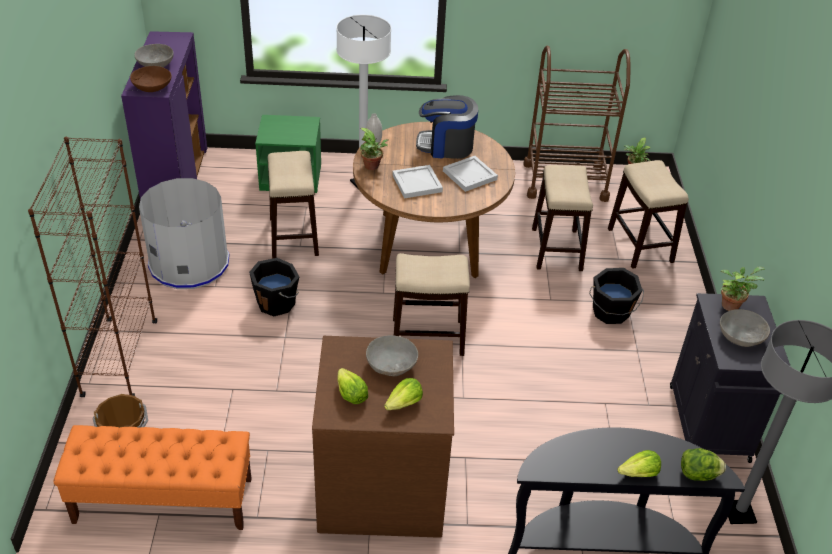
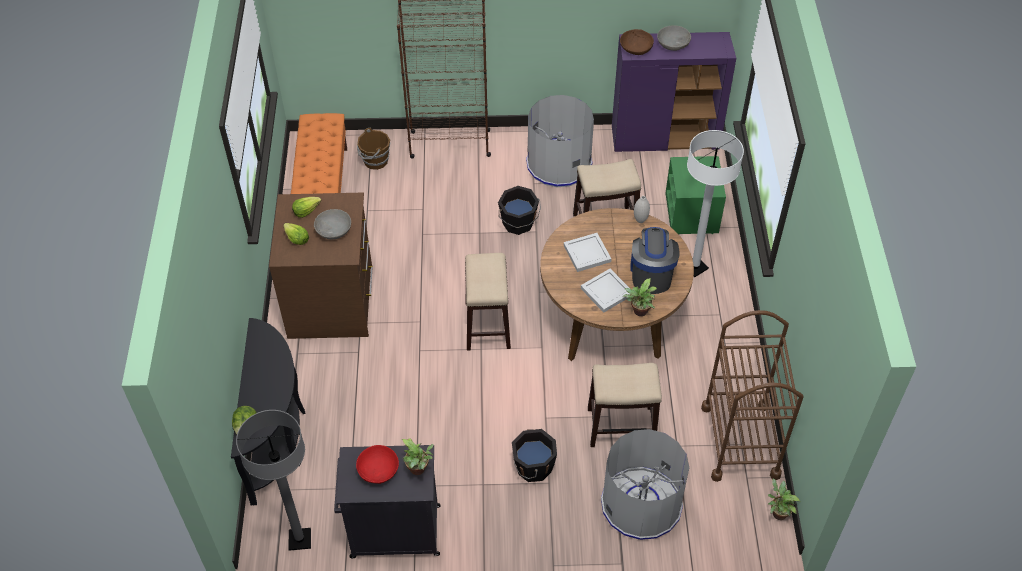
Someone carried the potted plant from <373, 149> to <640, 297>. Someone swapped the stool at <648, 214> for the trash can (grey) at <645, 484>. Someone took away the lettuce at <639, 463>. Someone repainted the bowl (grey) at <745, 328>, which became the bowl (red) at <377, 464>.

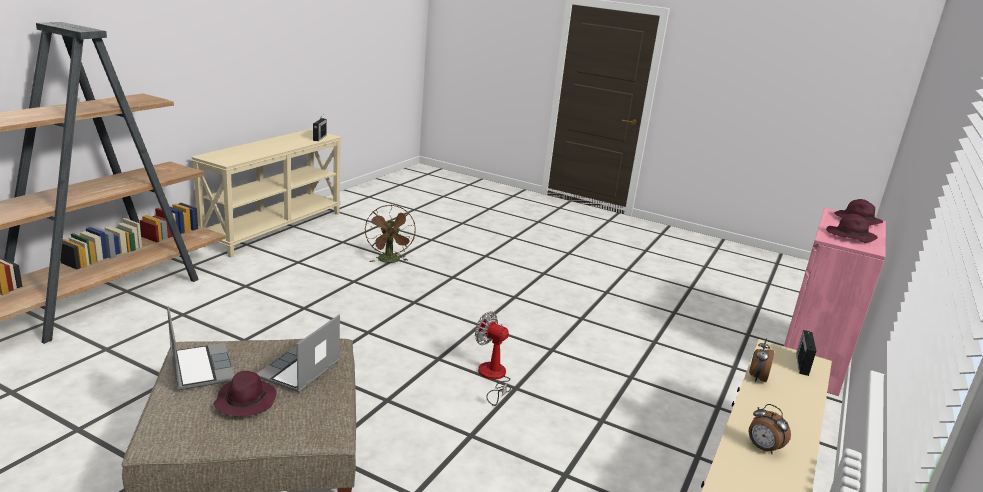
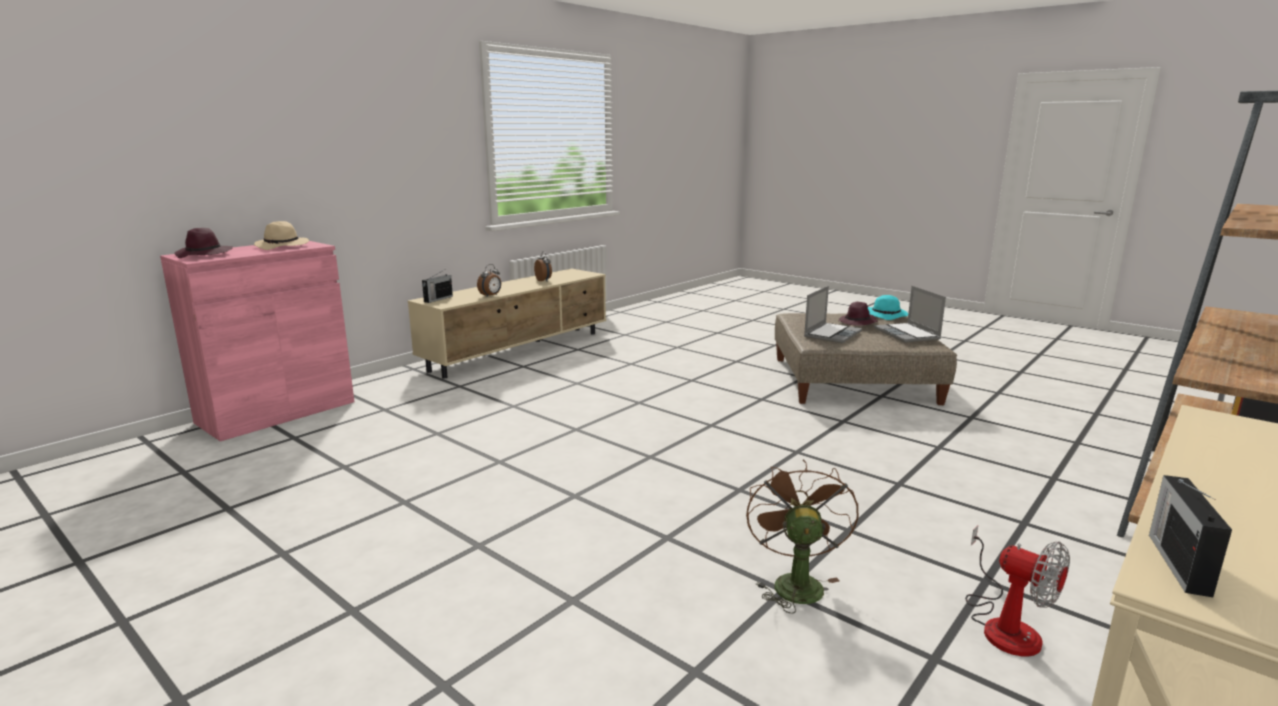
Someone carried the fan from <493, 358> to <1017, 591>. Someone repainted the hat (purple) at <852, 228>, which became the hat (beige) at <281, 235>. Someone put down the hat (turquoise) at <888, 307>.

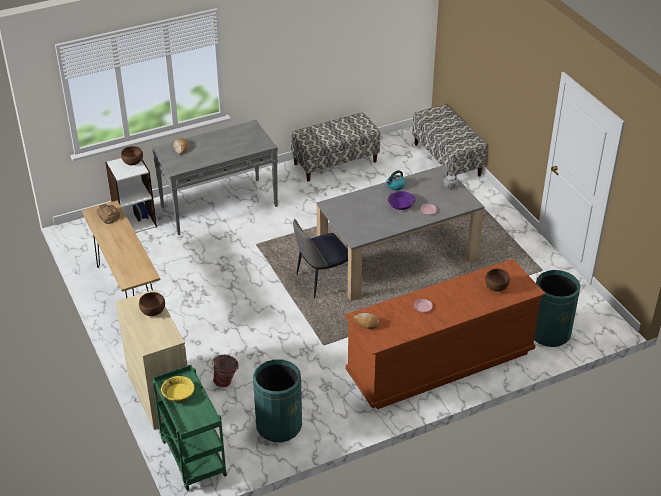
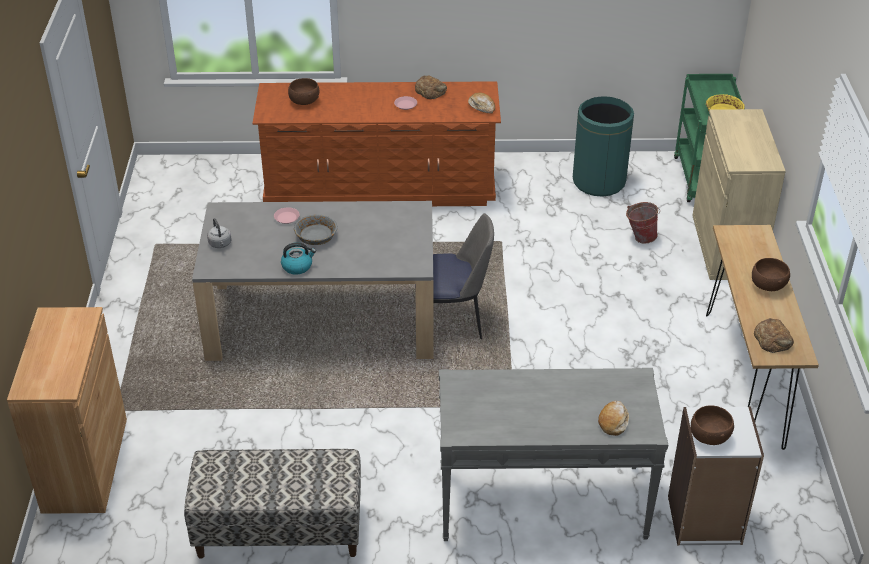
Someone carried the bowl (brown) from <152, 304> to <771, 274>. Someone repainted the bowl (purple) at <401, 200>, which became the bowl (grey) at <316, 229>. Someone swapped the bench at <449, 140> for the cabinet (brown) at <67, 410>. Someone took away the trash can (green) at <557, 308>. Someone put down the bread at <431, 87>.

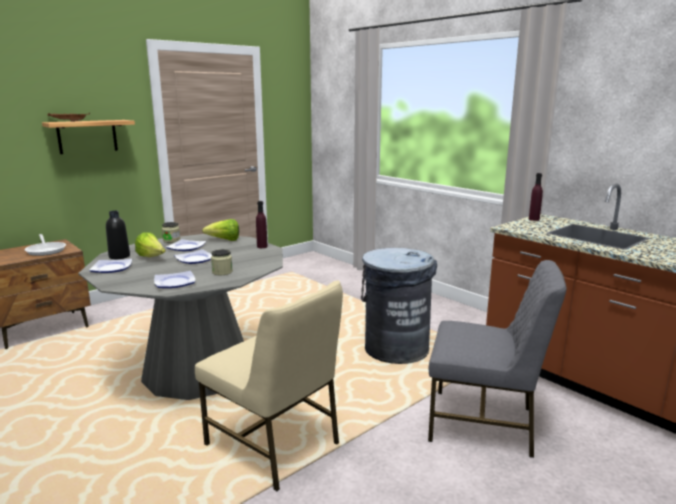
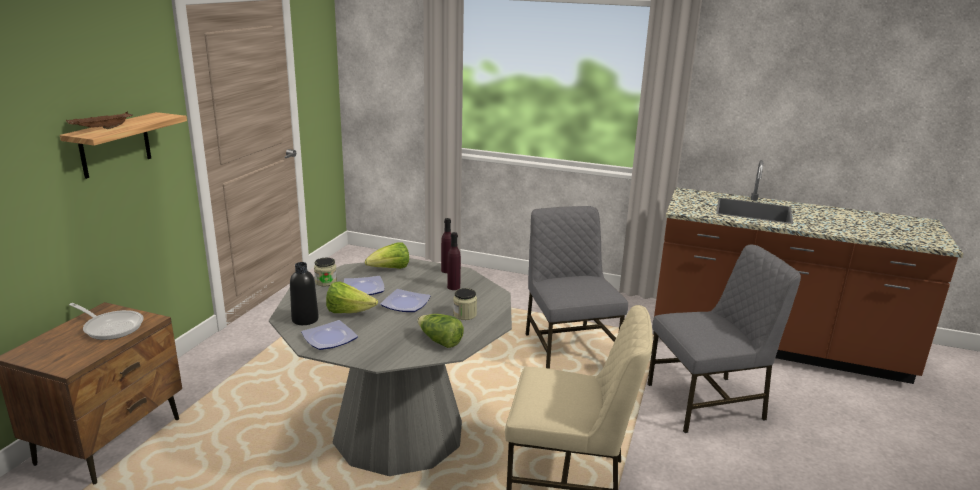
Someone swapped the plate at <174, 279> for the lettuce at <440, 331>. Someone swapped the trash can (grey) at <399, 306> for the chair (grey) at <577, 287>. Someone carried the bottle (purple) from <536, 197> to <454, 261>.

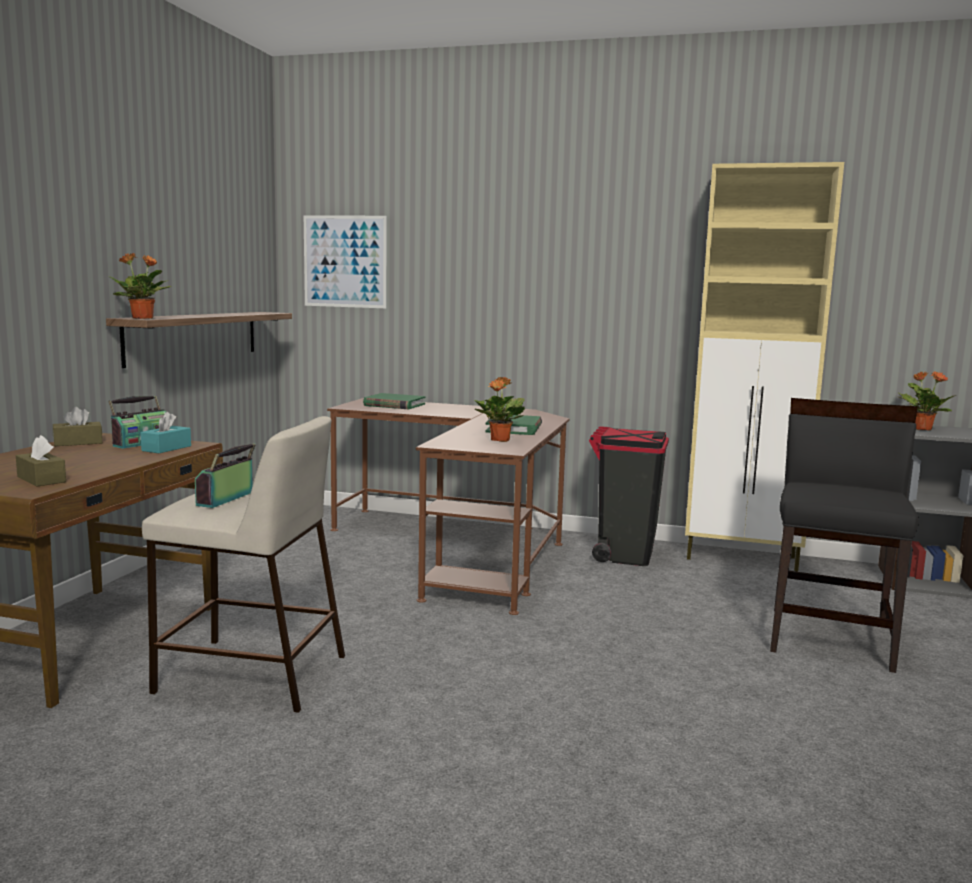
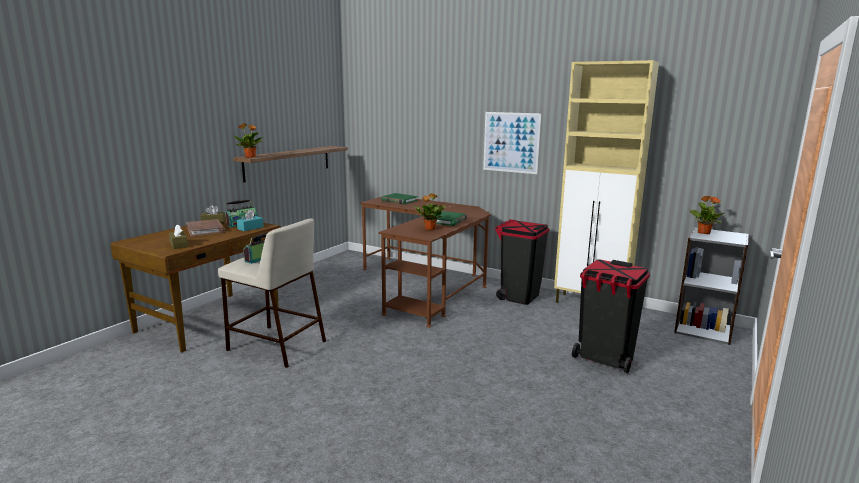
Someone carried the picture from <345, 261> to <512, 143>. Someone swapped the chair (black) at <844, 535> for the trash can (black) at <611, 316>. Someone put down the book (brown) at <205, 227>.

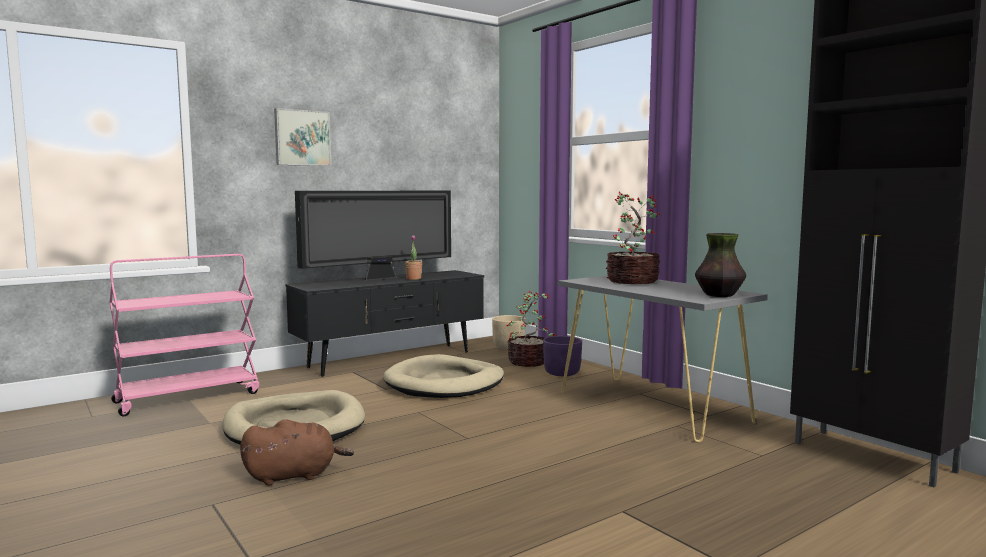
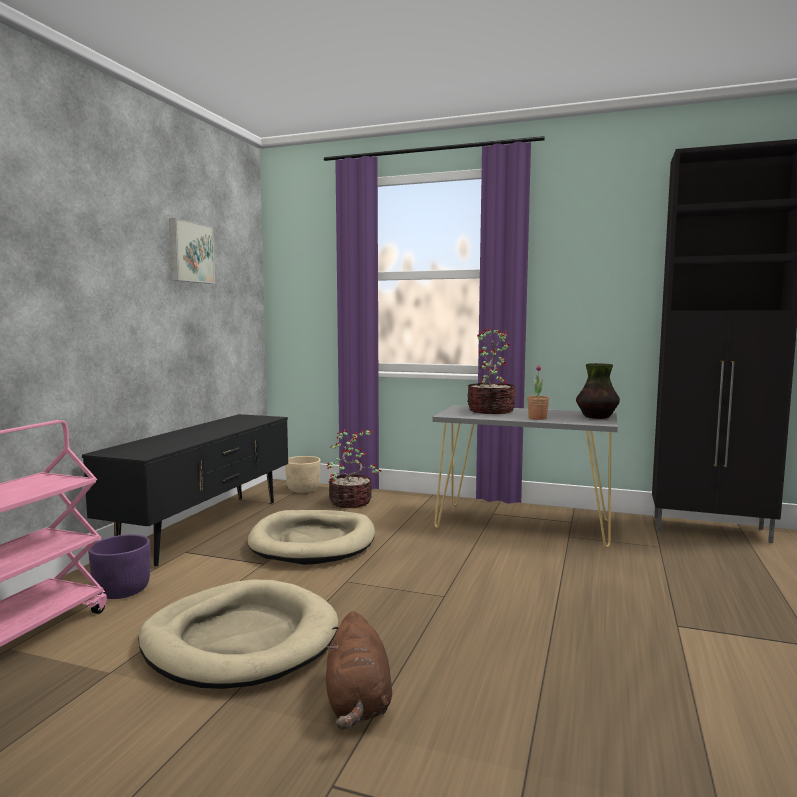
Someone rotated the plush toy (brown) at <297, 452> by 135 degrees clockwise. Someone carried the picture from <302, 137> to <192, 251>. Someone took away the television at <373, 236>. Someone carried the potted plant from <413, 257> to <538, 392>. Someone carried the planter (purple) from <562, 356> to <119, 566>.

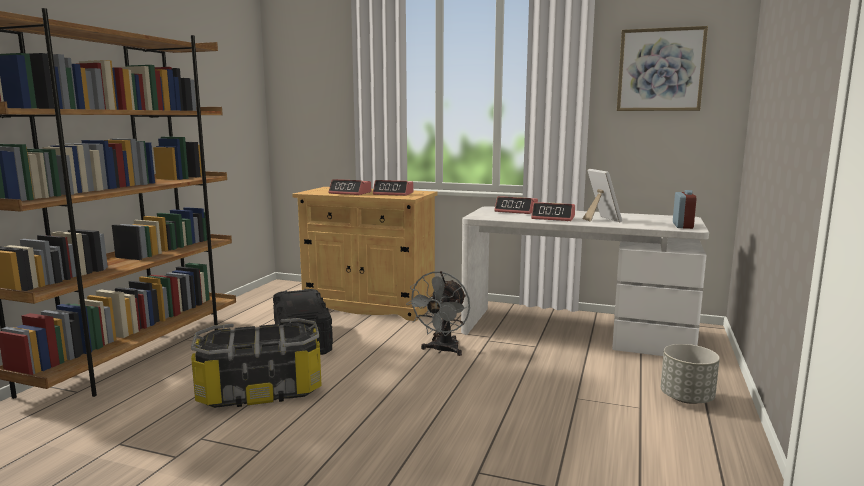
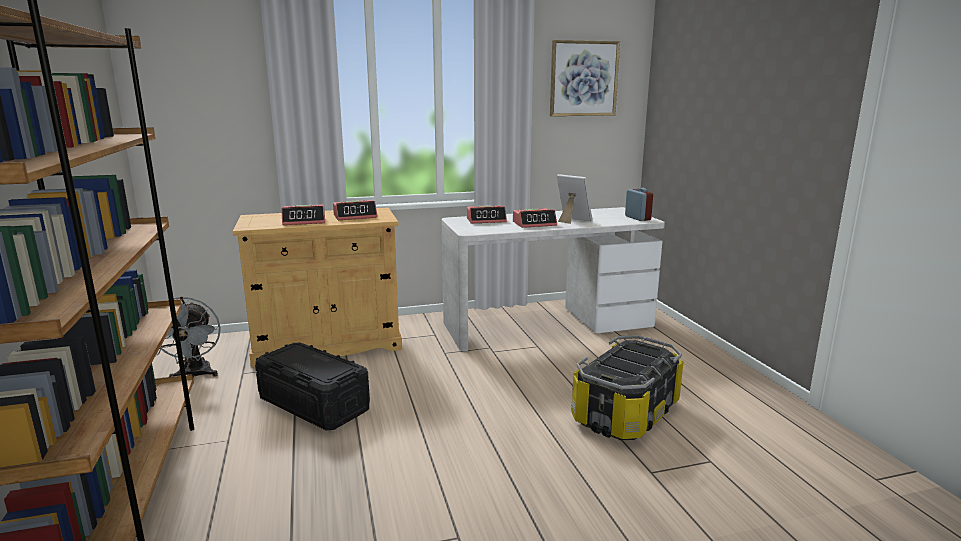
Someone carried the storage box from <256, 363> to <627, 387>. Someone carried the fan (grey) from <438, 313> to <189, 337>. Someone took away the planter (grey) at <690, 374>.

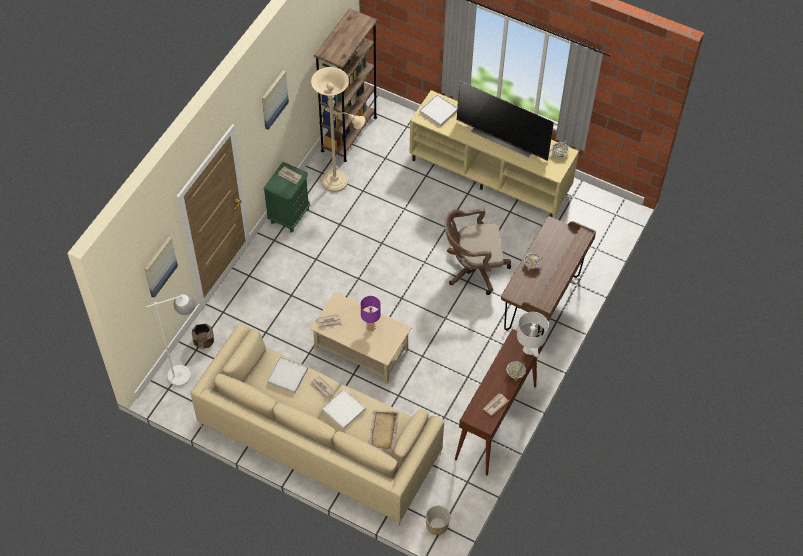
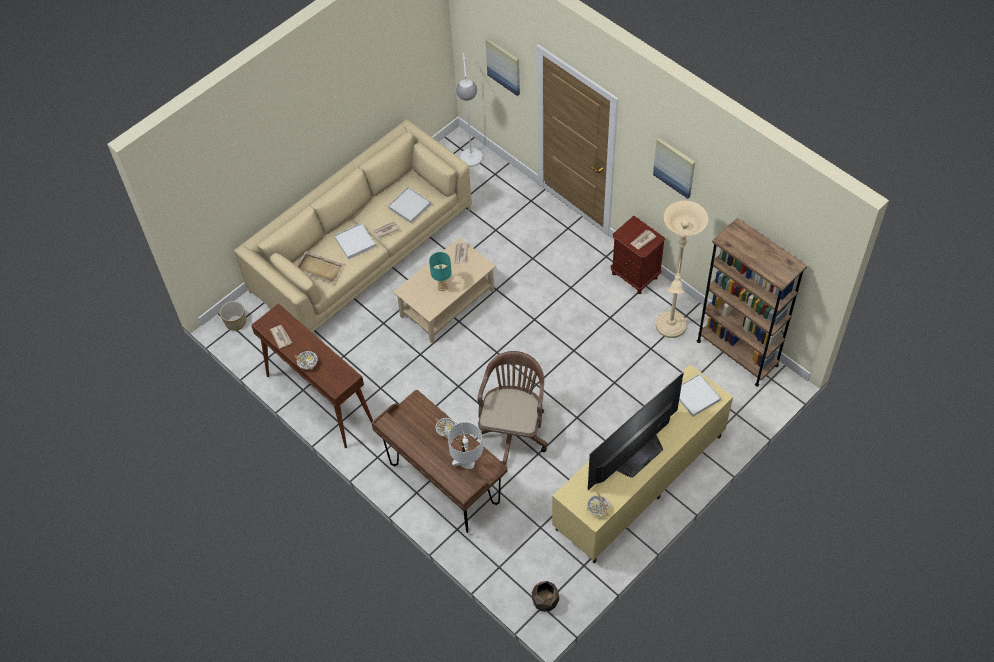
Someone carried the planter (brown) from <203, 336> to <545, 596>. Someone repainted the nightstand (green) at <286, 197>, which became the nightstand (brown) at <638, 255>. Someone repainted the table lamp (purple) at <371, 313>, which became the table lamp (turquoise) at <440, 271>. Someone carried the table lamp (white) from <533, 334> to <465, 445>.

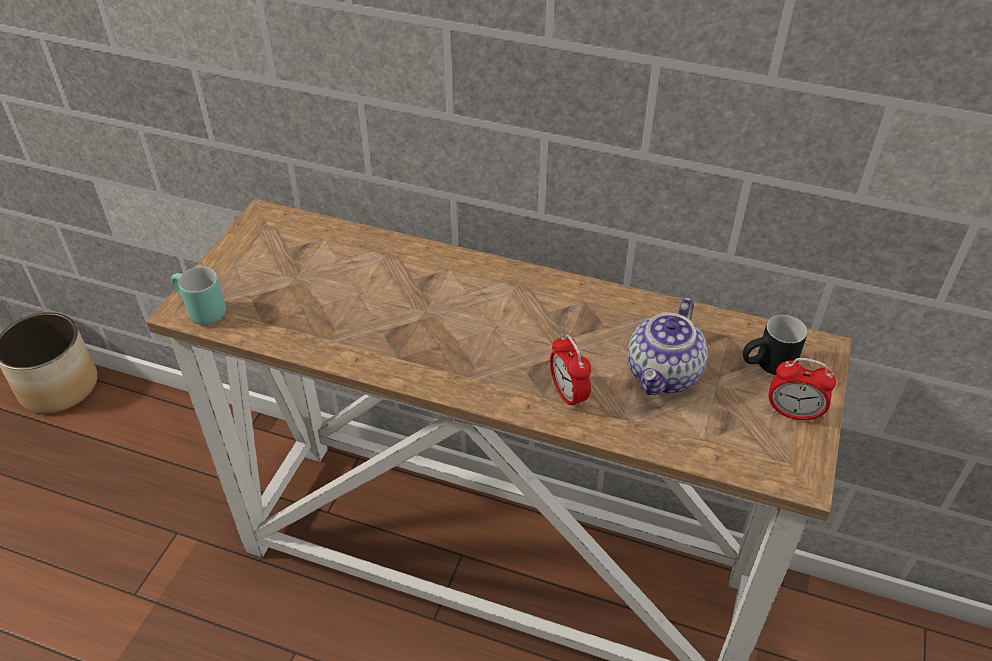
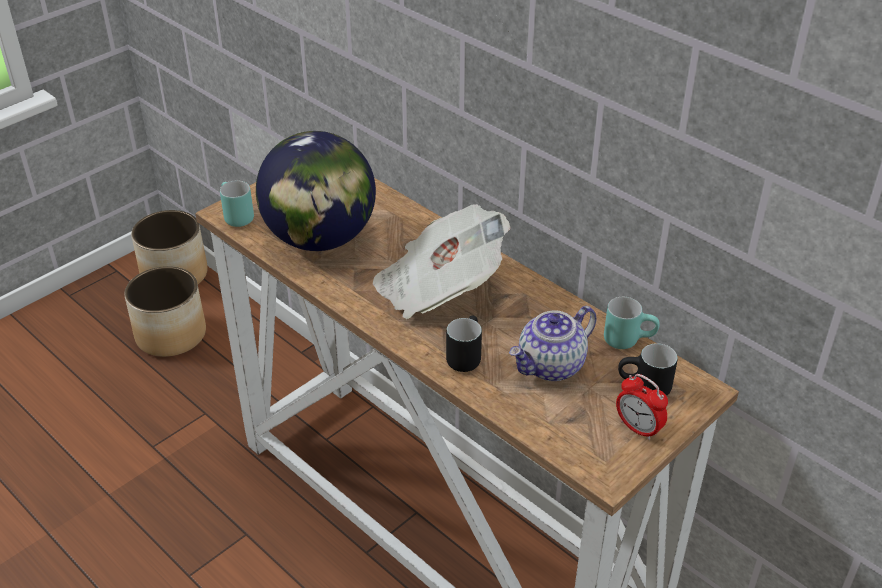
Someone swapped the alarm clock at <570, 372> for the mug (black) at <464, 344>. Someone put down the planter at <165, 311>. Someone put down the globe at <316, 191>. Someone put down the newspaper at <442, 261>. Someone put down the mug (turquoise) at <632, 323>.

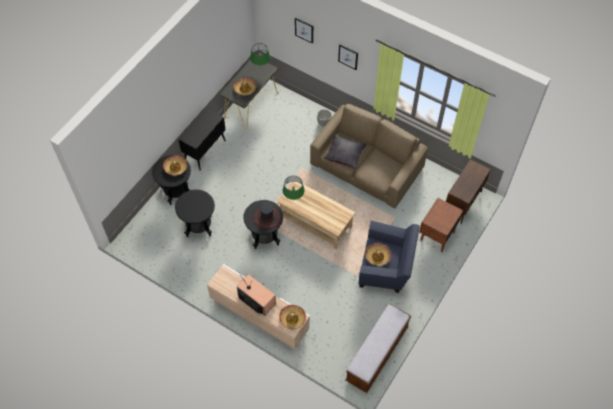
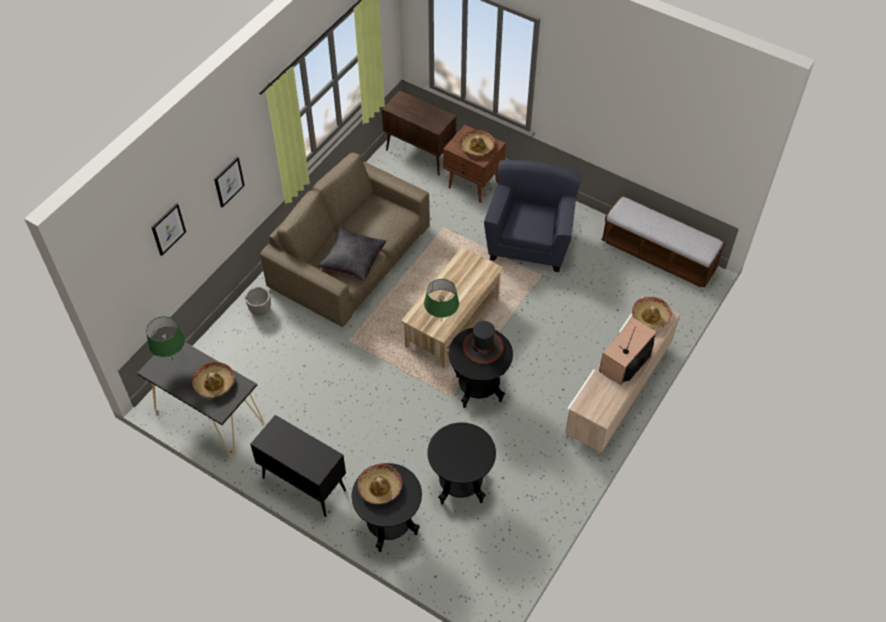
Someone carried the hat from <378, 254> to <477, 143>.

